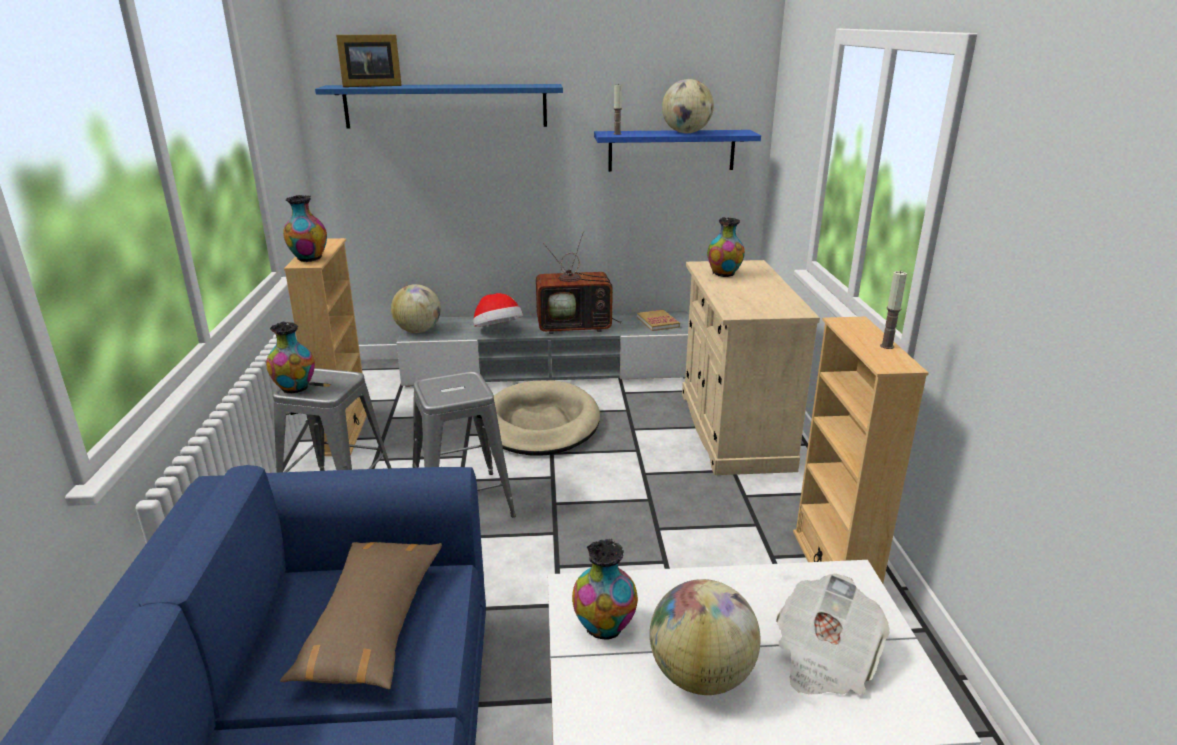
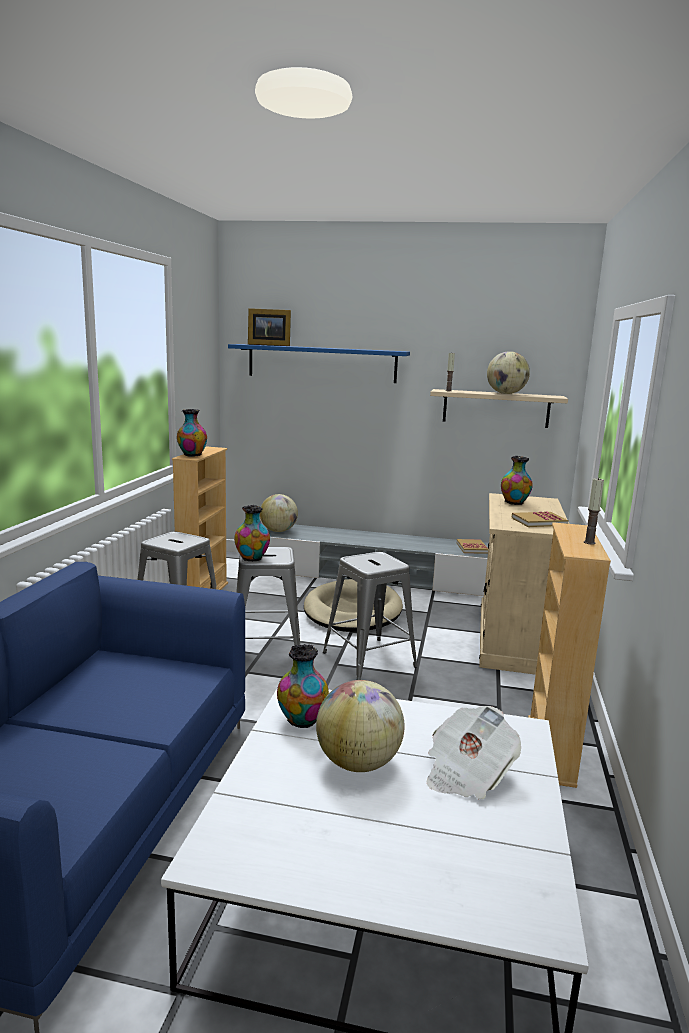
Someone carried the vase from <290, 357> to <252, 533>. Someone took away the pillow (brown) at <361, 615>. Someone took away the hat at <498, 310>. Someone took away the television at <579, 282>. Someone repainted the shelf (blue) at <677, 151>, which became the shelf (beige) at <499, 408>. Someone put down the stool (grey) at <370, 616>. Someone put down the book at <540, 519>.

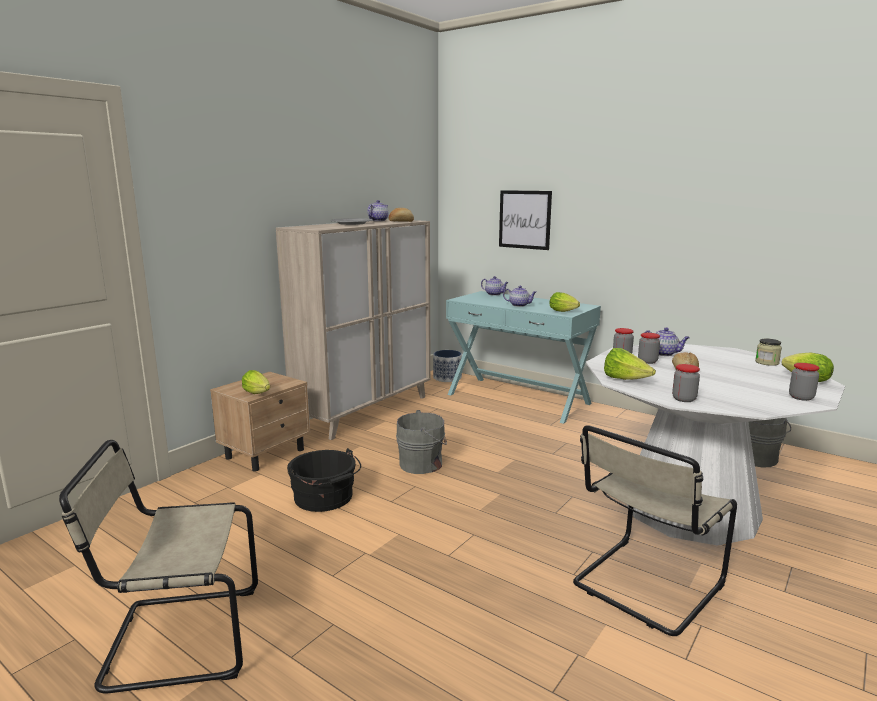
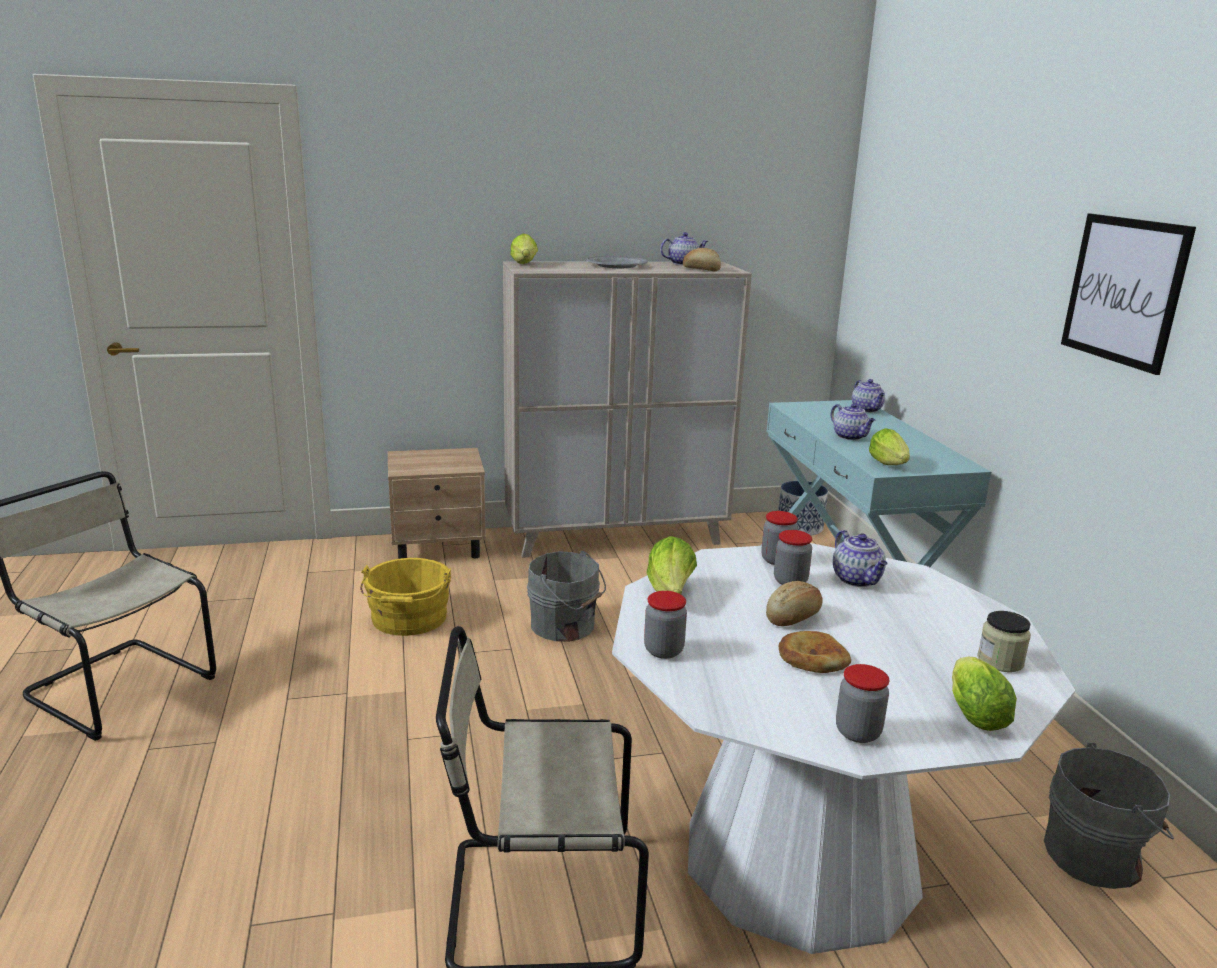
Someone carried the lettuce from <256, 382> to <524, 249>. Someone repainted the bucket (black) at <324, 480>, which became the bucket (yellow) at <405, 597>. Someone carried the picture from <525, 220> to <1128, 294>. Someone put down the bread at <814, 652>.

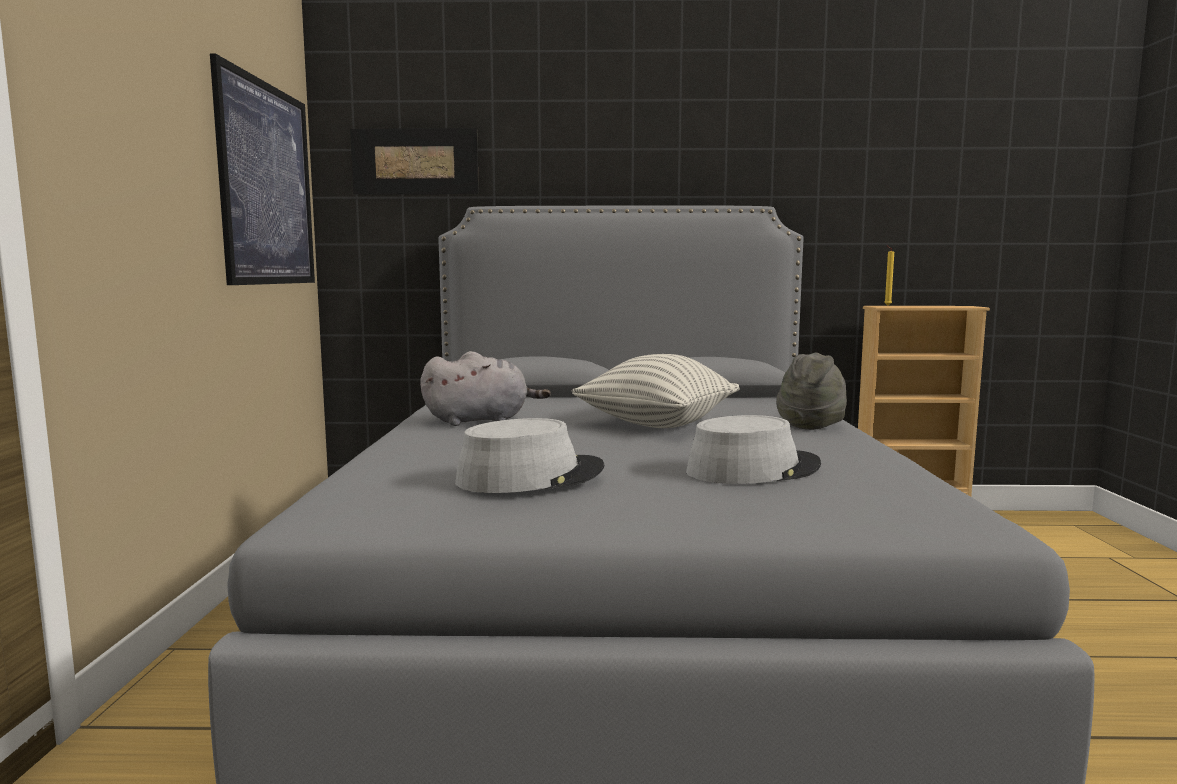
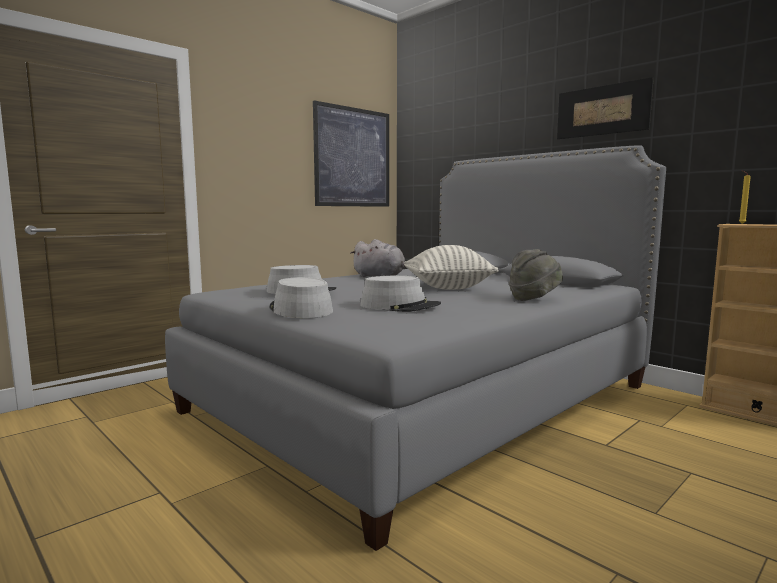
Someone carried the picture from <414, 161> to <605, 108>. Someone put down the hat (grey) at <301, 297>.

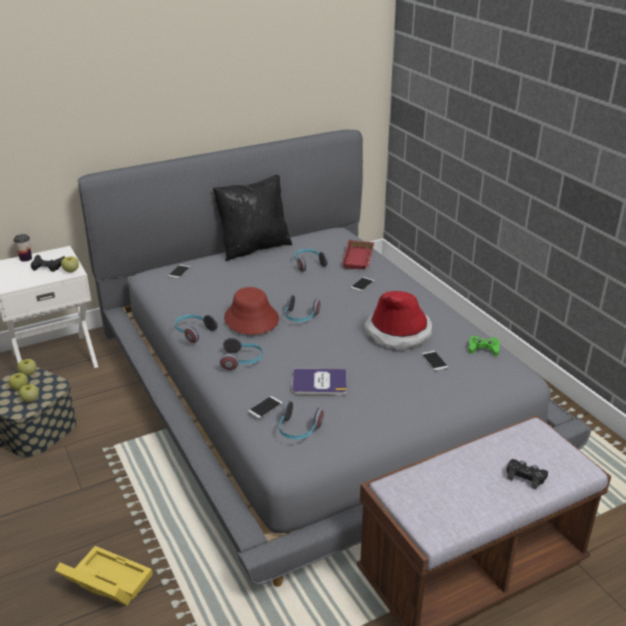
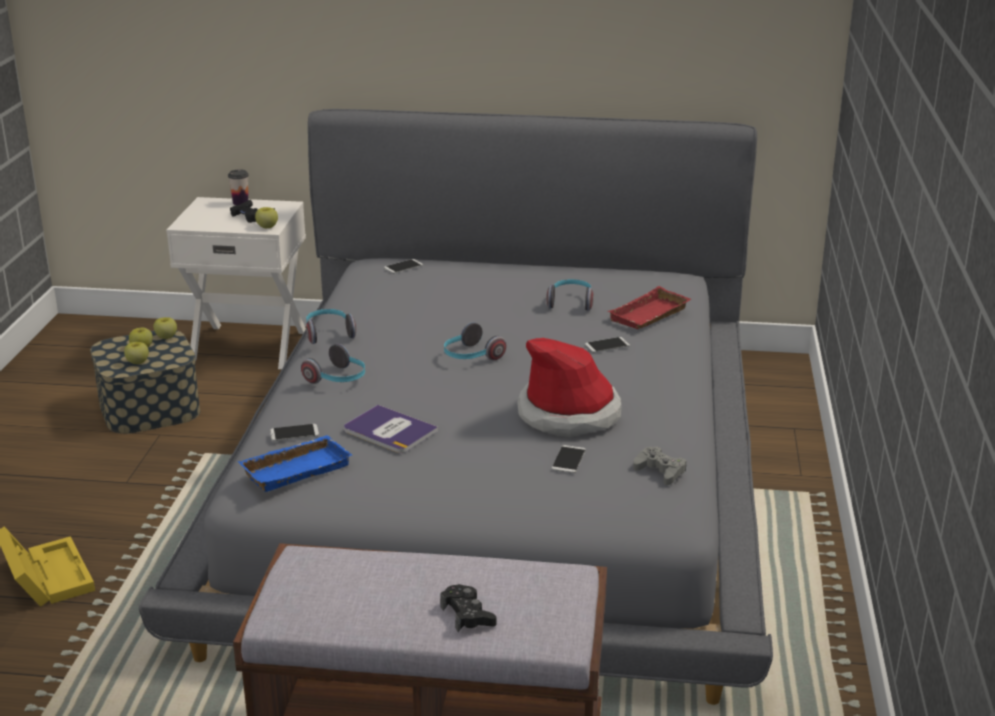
Someone took away the pillow (black) at <252, 217>. Someone took away the hat (red) at <251, 311>. Someone swapped the headphones at <301, 420> for the tray (blue) at <295, 463>. Someone repainted the game controller (green) at <484, 345>, which became the game controller (grey) at <659, 466>.

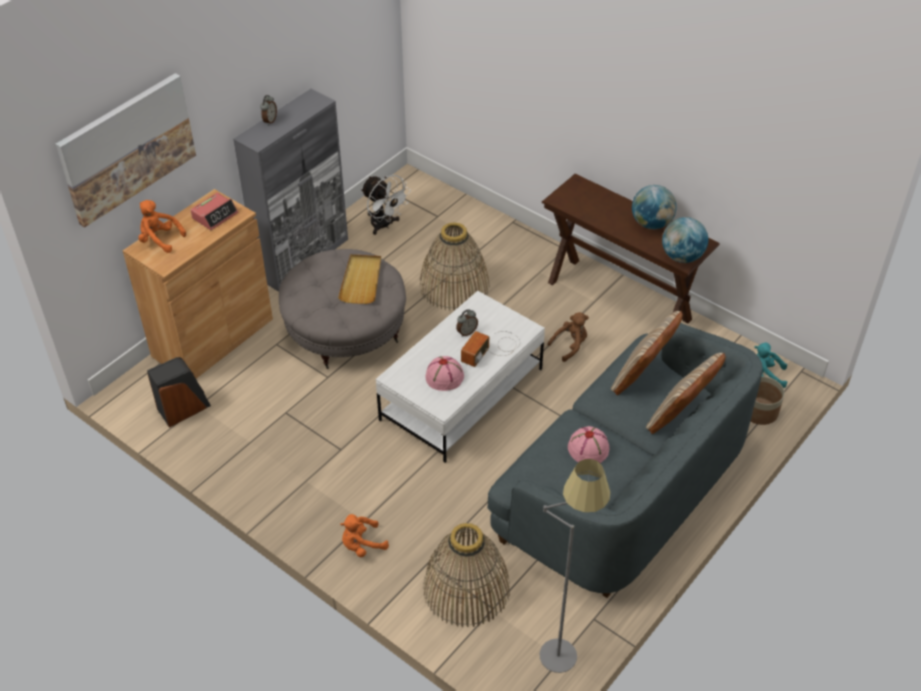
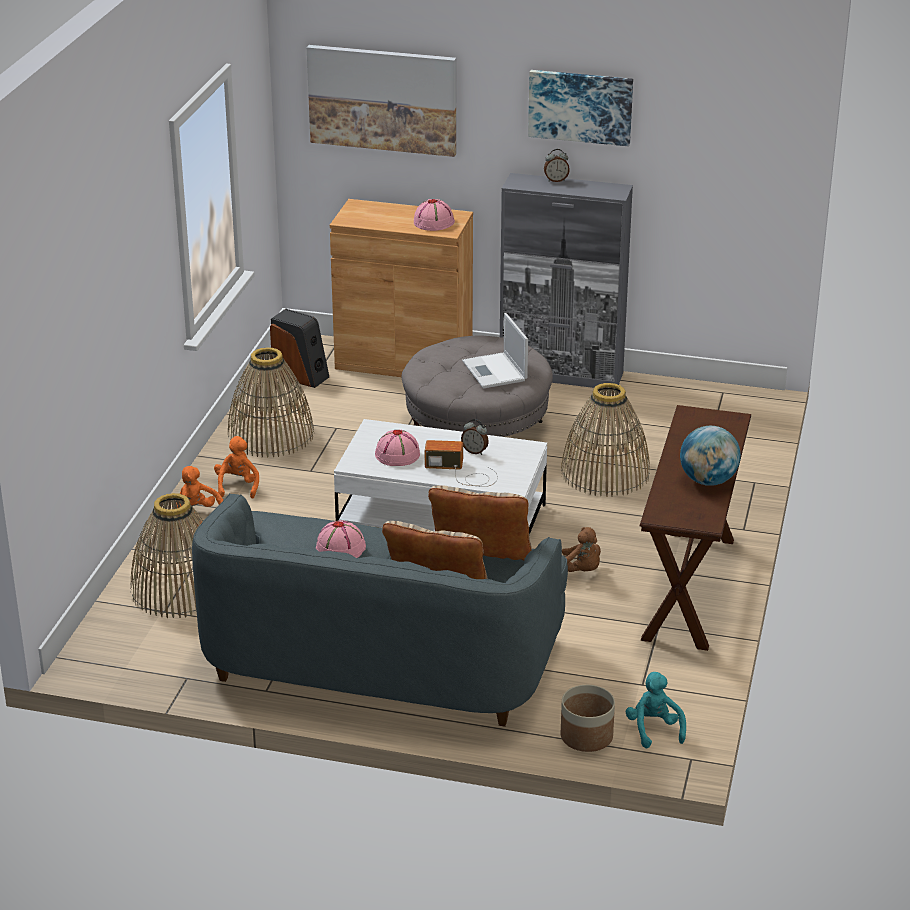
Someone carried the plush toy (orange) from <162, 226> to <236, 467>. Someone swapped the alarm clock at <214, 211> for the hat (pink) at <434, 215>. Someone swapped the tray (beige) at <359, 279> for the laptop at <495, 351>. Someone took away the fan (white) at <386, 205>. Someone took away the floor lamp (grey) at <574, 566>. Someone took away the globe at <685, 240>. Someone put down the basket at <271, 402>. Someone put up the picture at <580, 108>.

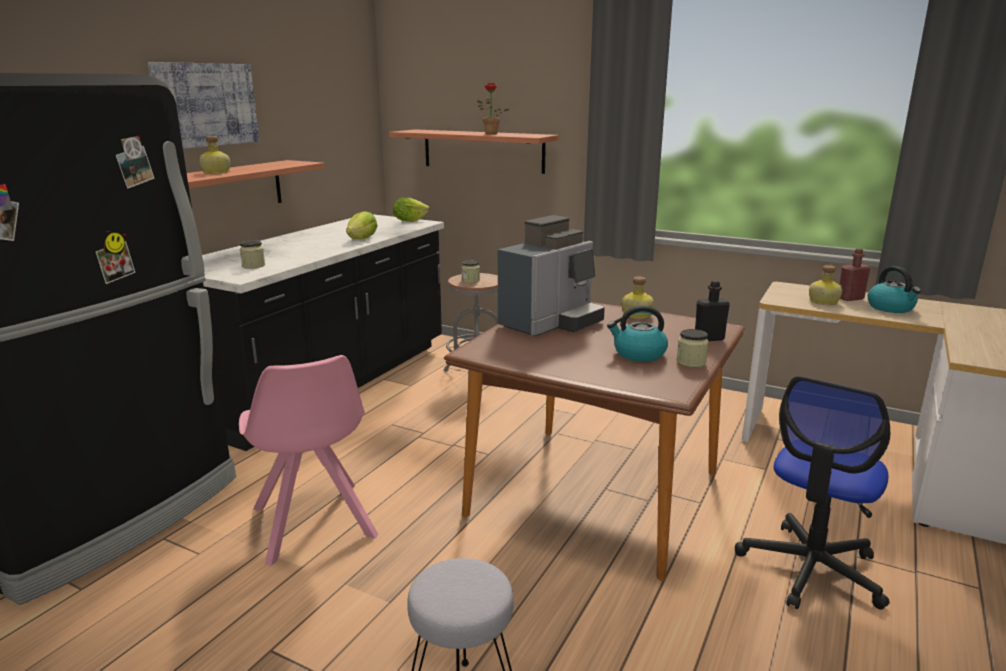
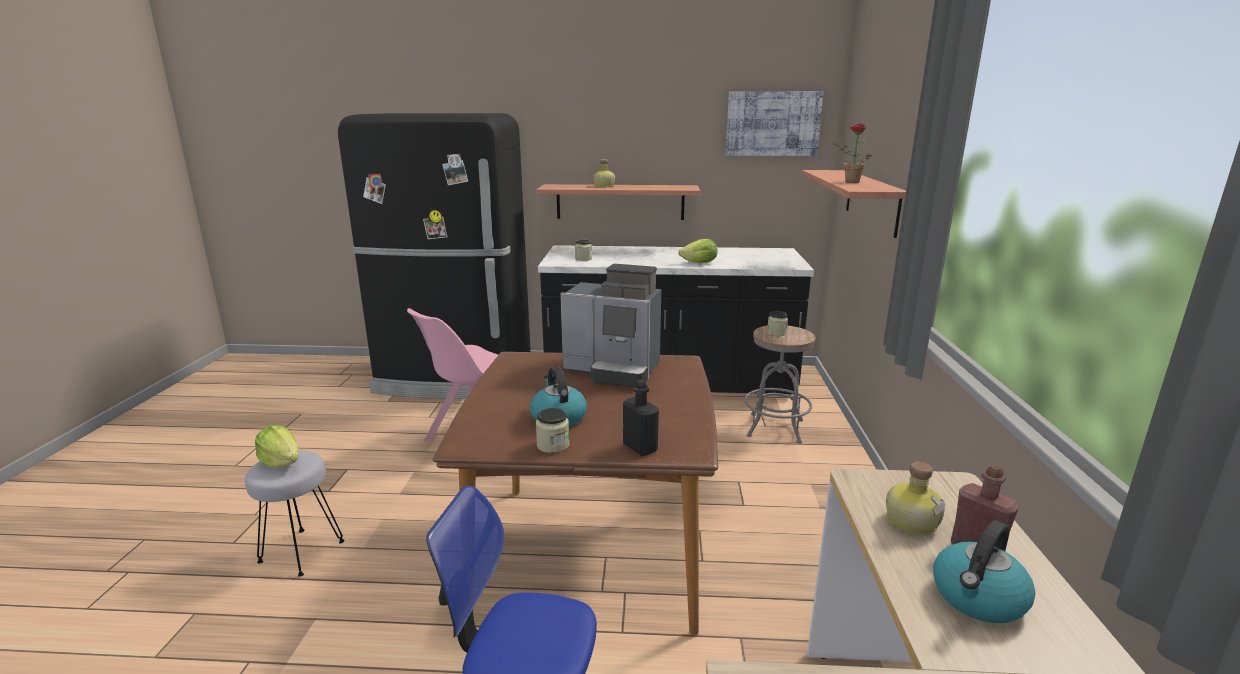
Someone carried the picture from <203, 105> to <775, 123>. Someone carried the lettuce from <411, 209> to <277, 446>. Someone took away the bottle at <638, 298>.

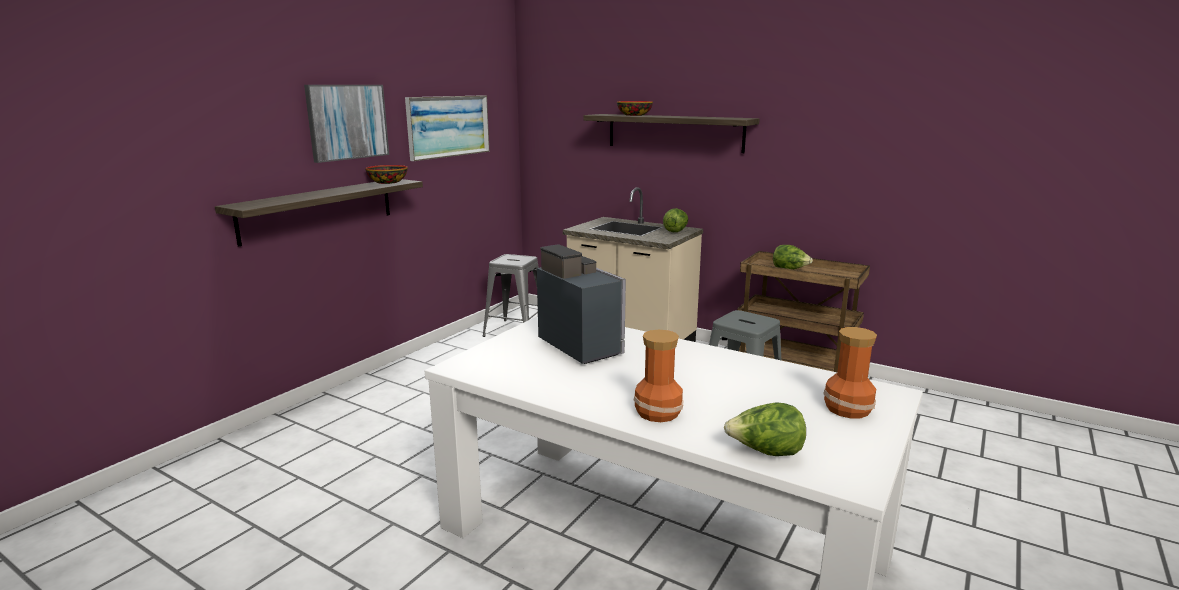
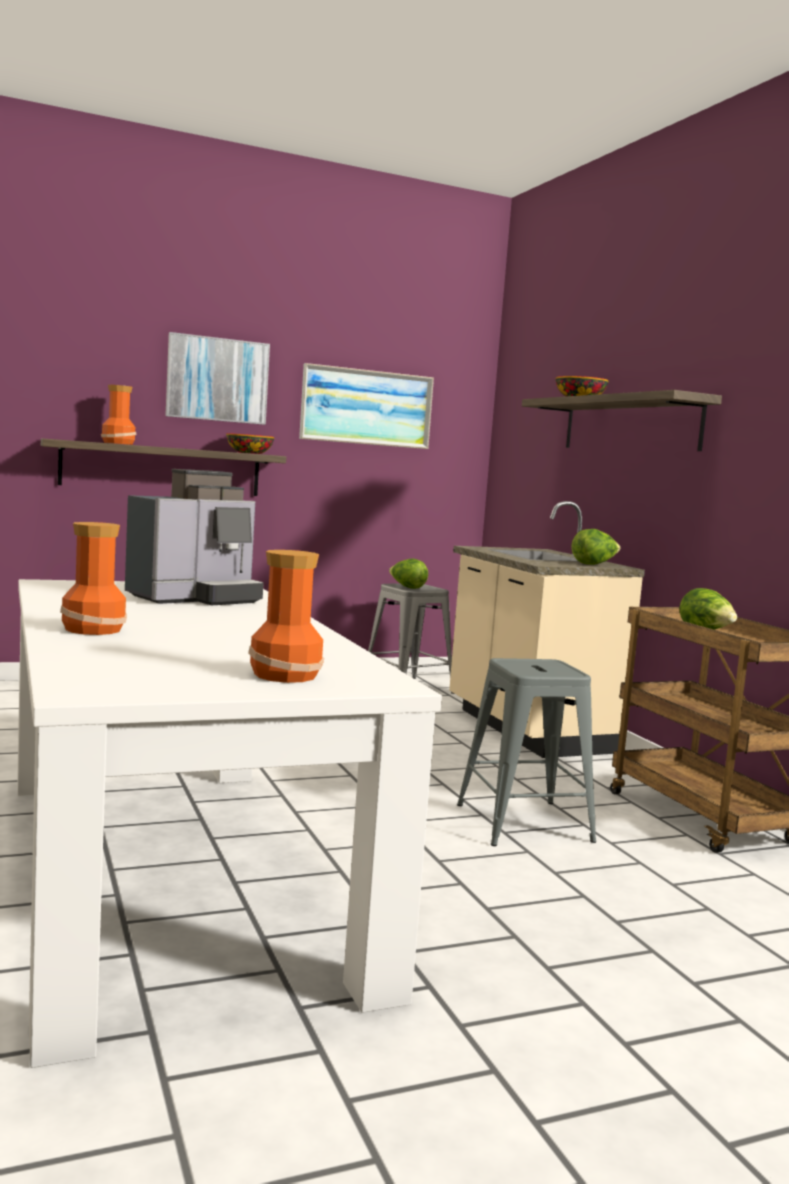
Someone rotated the coffee machine at <581, 304> by 45 degrees clockwise. Someone carried the lettuce from <765, 429> to <408, 574>. Someone put down the vase at <118, 415>.

